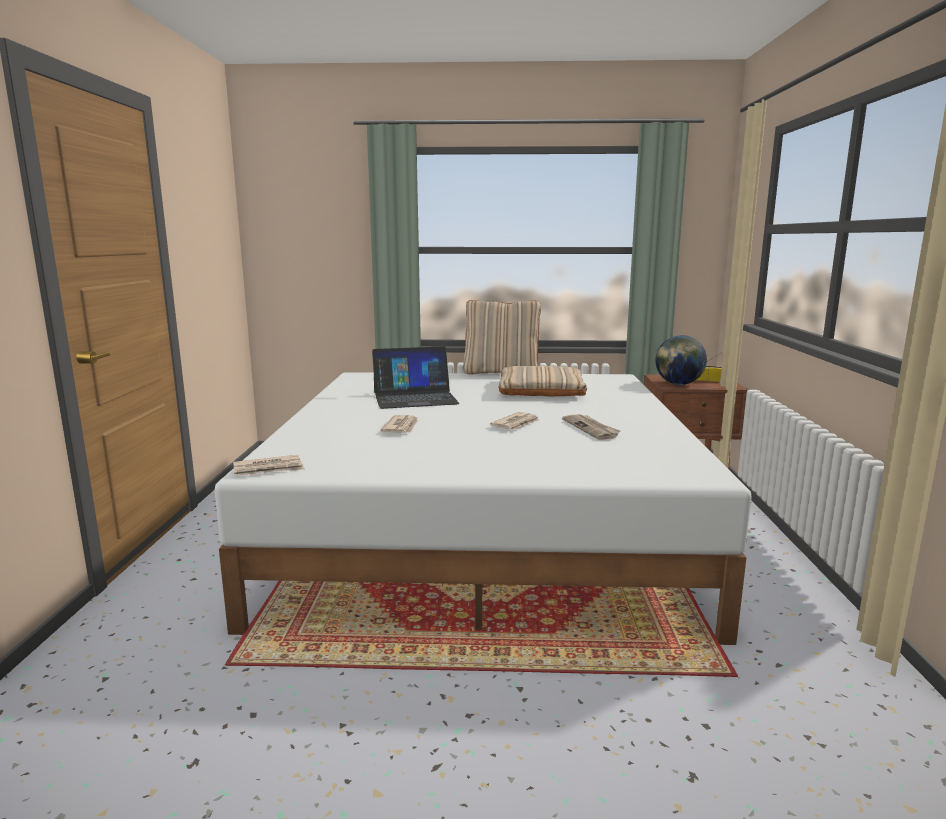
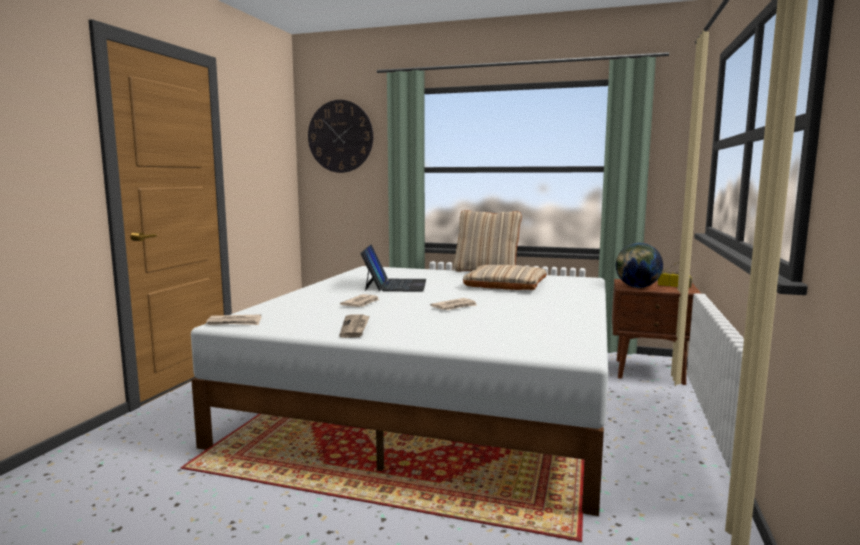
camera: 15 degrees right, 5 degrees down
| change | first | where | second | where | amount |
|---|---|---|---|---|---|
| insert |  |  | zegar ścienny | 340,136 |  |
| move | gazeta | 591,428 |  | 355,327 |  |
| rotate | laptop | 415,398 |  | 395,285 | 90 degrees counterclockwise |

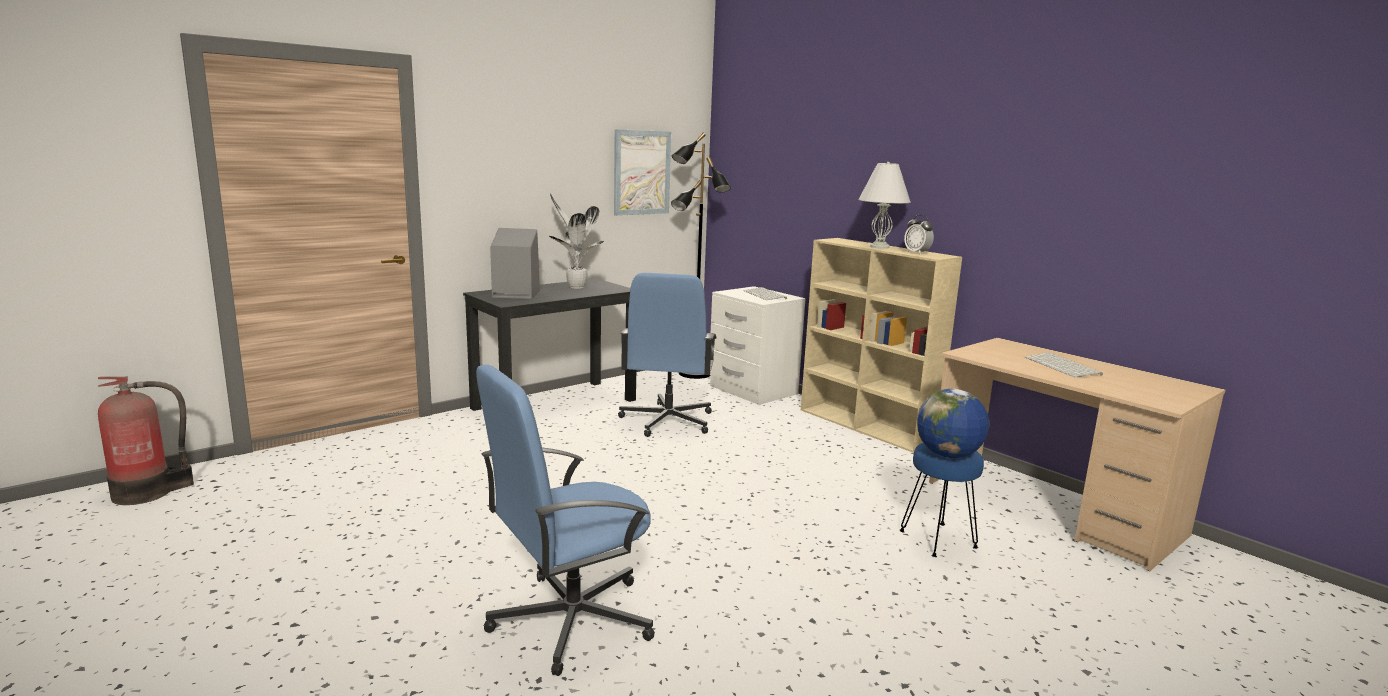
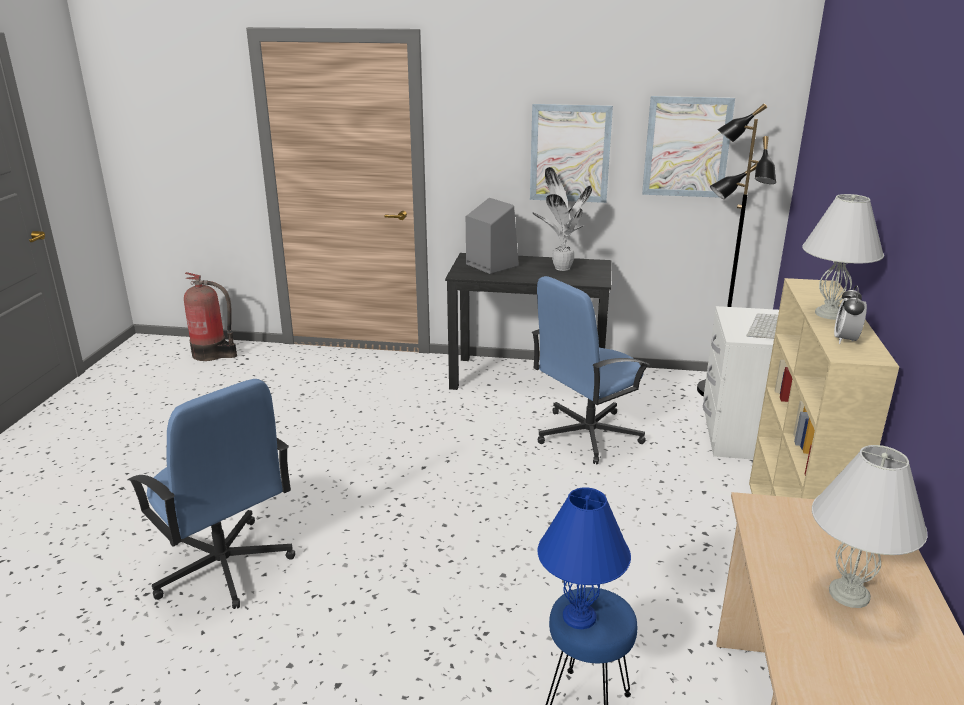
camera: 50 degrees right, 10 degrees up
| change | first | where | second | where | amount |
|---|---|---|---|---|---|
| insert |  |  | obraz | 570,153 |  |
| replace | globus | 948,455 | lampa stołowa [niebieski] | 578,617 |  |
| replace | klawiatura | 1064,366 | lampa stołowa [biały] | 849,595 |  |
| rotate | krzesło biurowe [niebieski] | 569,619 |  | 223,566 | 150 degrees counterclockwise |

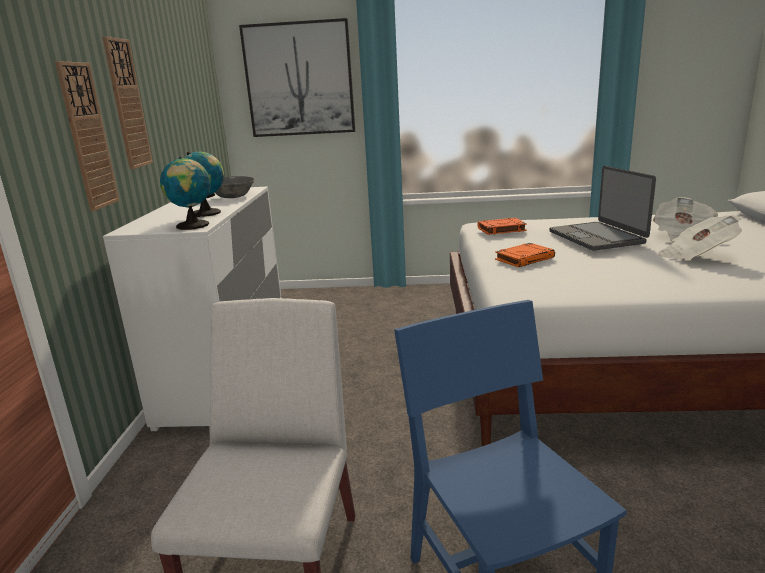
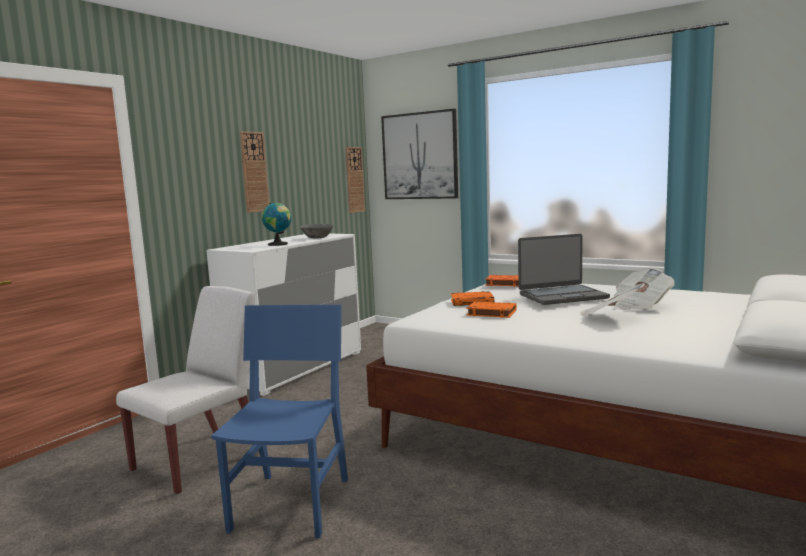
camera: 30 degrees right, 10 degrees down
| change | first | where | second | where | amount |
|---|---|---|---|---|---|
| delete | globus | 193,226 |  |  |  |
| insert |  |  | książka [pomarańczowy] | 491,313 |  |
| move | zegar ścienny | 87,137 |  | 354,179 |  |
| rotate | laptop | 597,237 |  | 562,296 | 120 degrees counterclockwise |

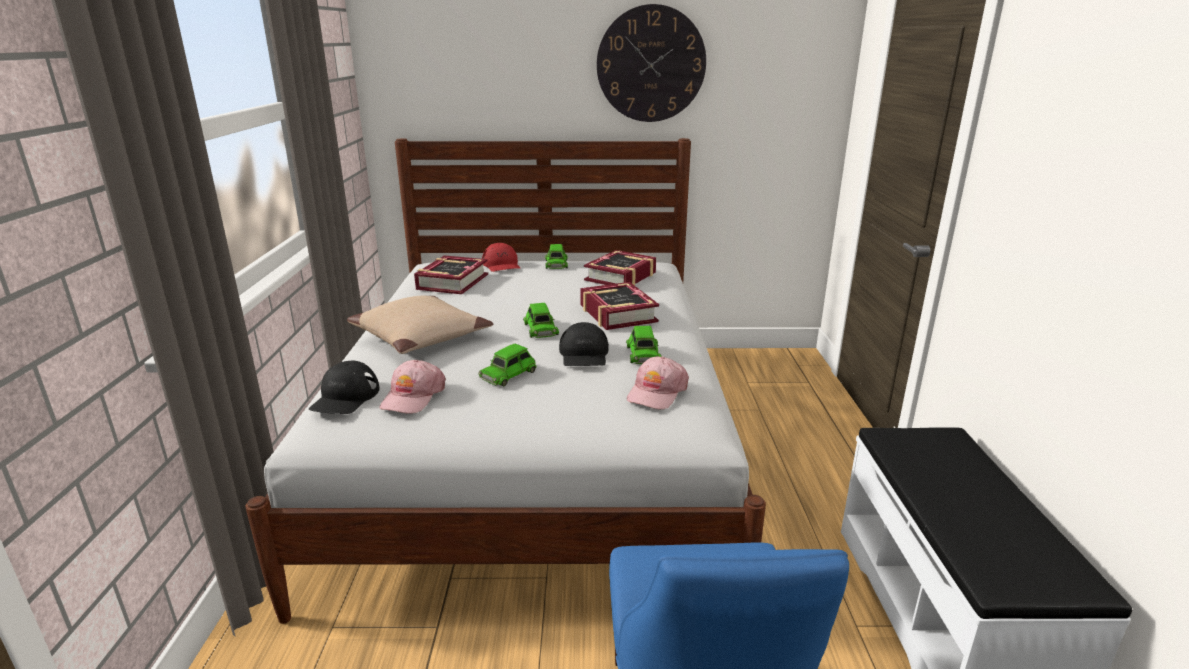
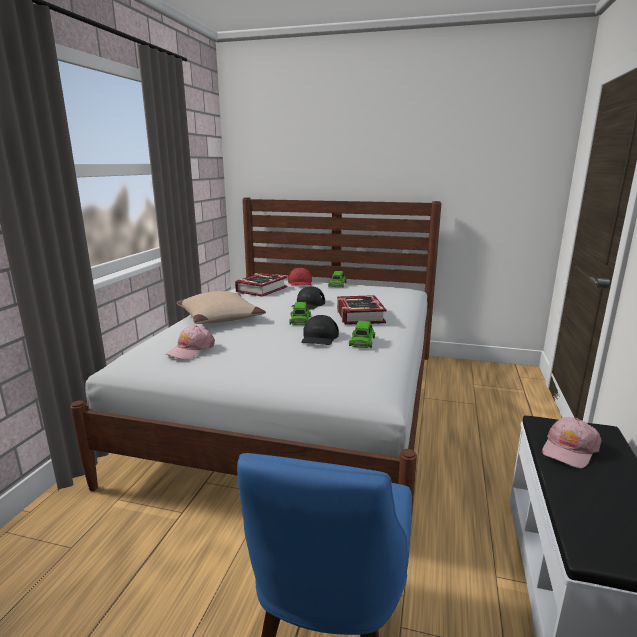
camera: 15 degrees right, 5 degrees down
| change | first | where | second | where | amount |
|---|---|---|---|---|---|
| delete | samochodzik [zielony] | 508,374 |  |  |  |
| delete | książka | 621,276 |  |  |  |
| delete | zegar ścienny | 651,64 |  |  |  |
| move | czapka z daszkiem [czarny] | 345,397 |  | 308,304 |  |
| move | czapka z daszkiem [różowy] | 656,392 |  | 569,449 |  |

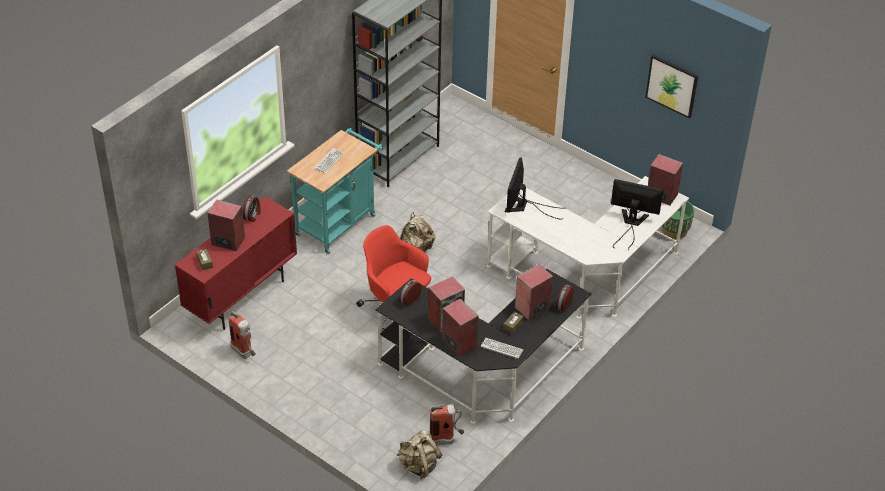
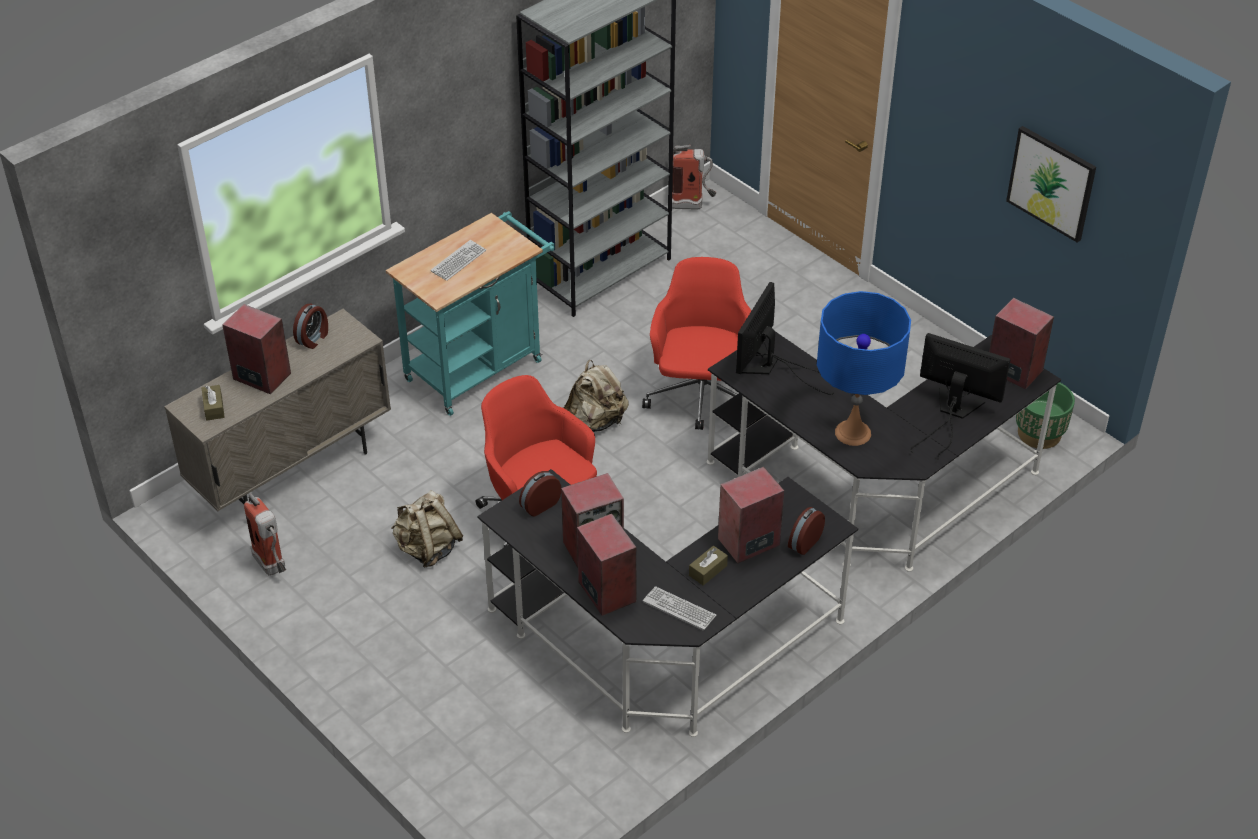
camera: 10 degrees right, 0 degrees up
| change | first | where | second | where | amount |
|---|---|---|---|---|---|
| insert |  |  | krzesło biurowe [czerwony] | 700,396 |  |
| insert |  |  | lampa stołowa [niebieski] | 853,433 |  |
| move | plecak [beżowy] | 418,465 |  | 427,549 |  |
| move | gaśnica | 446,440 |  | 692,205 |  |
| recolor | szafka [czerwony] | 242,297 | szafka [beżowy] | 293,472 |  |
| recolor | biurko [biały] | 586,275 | biurko [czarny] | 873,494 |  |

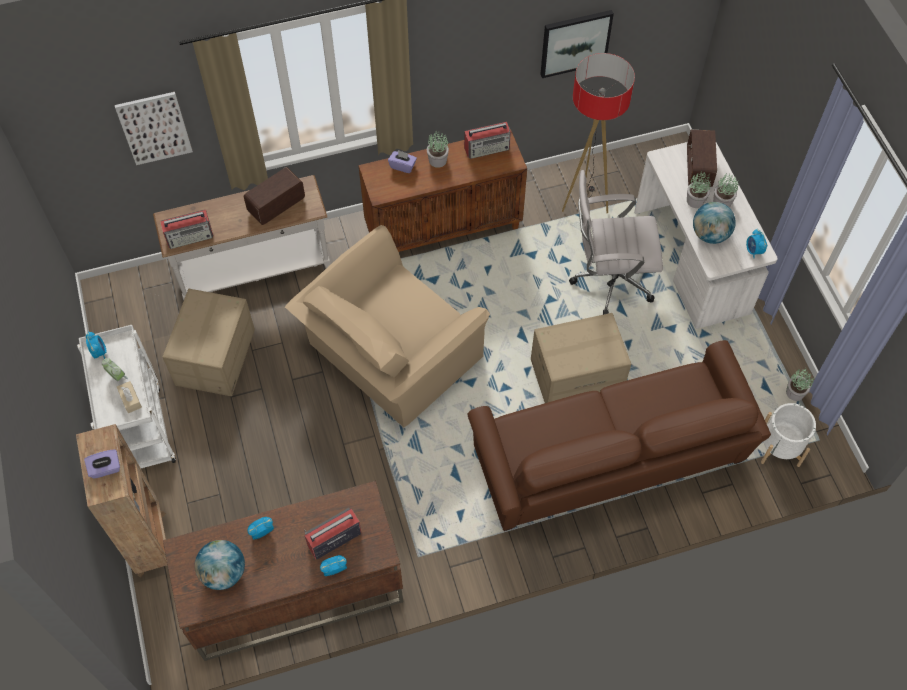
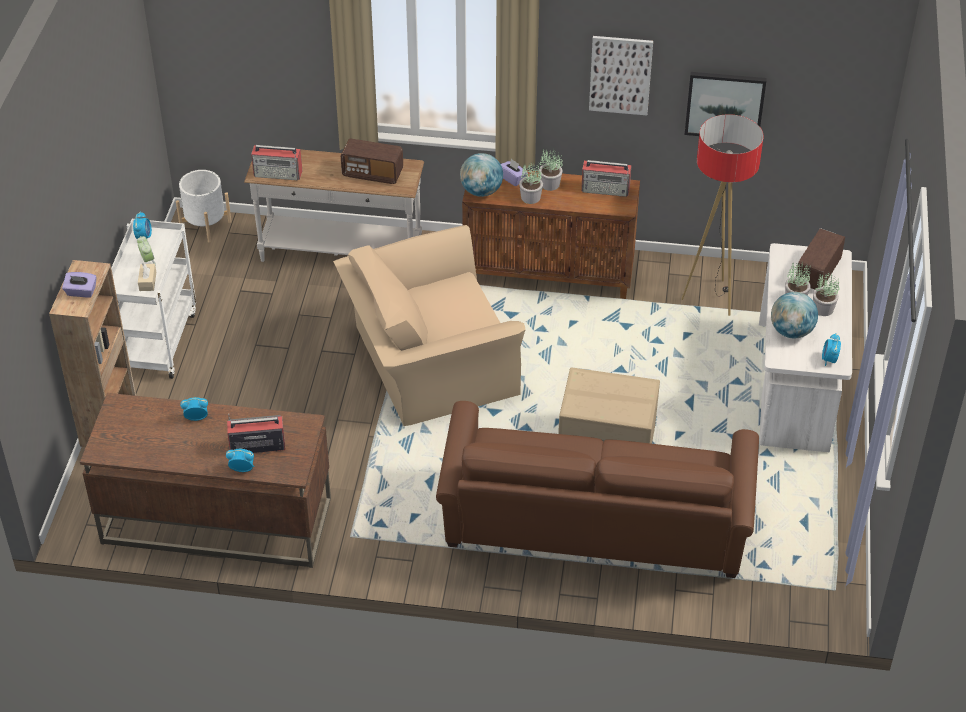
camera: 25 degrees right, 15 degrees down
| change | first | where | second | where | amount |
|---|---|---|---|---|---|
| delete | karton | 216,357 |  |  |  |
| delete | krzesło biurowe [biały] | 608,281 |  |  |  |
| move | obraz | 154,128 |  | 620,75 |  |
| move | globus | 223,573 |  | 481,191 |  |
| move | donica [biały] | 779,447 |  | 205,225 |  |
| move | roślina doniczkowa | 795,393 |  | 531,197 |  |
| rotate | radio | 276,205 |  | 372,173 | 150 degrees counterclockwise |

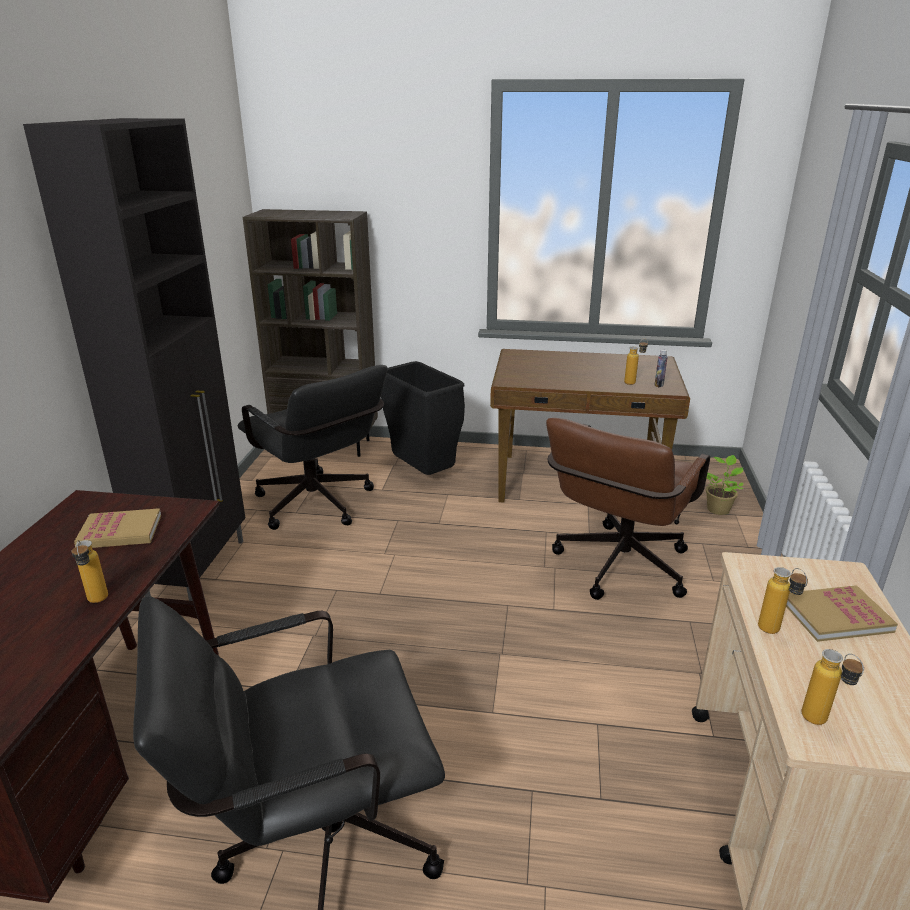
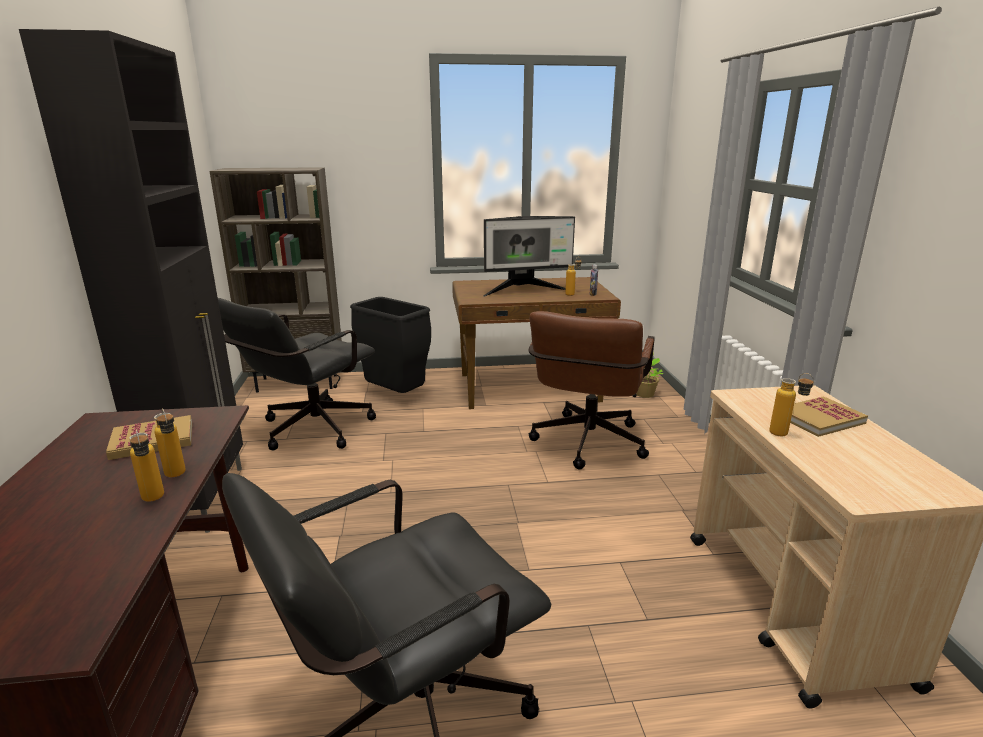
camera: 15 degrees left, 5 degrees down
| change | first | where | second | where | amount |
|---|---|---|---|---|---|
| insert |  |  | monitor | 524,290 |  |
| move | butelka | 821,724 |  | 177,476 |  |
| rotate | krzesło biurowe [czarny] | 320,507 |  | 308,431 | 90 degrees clockwise |

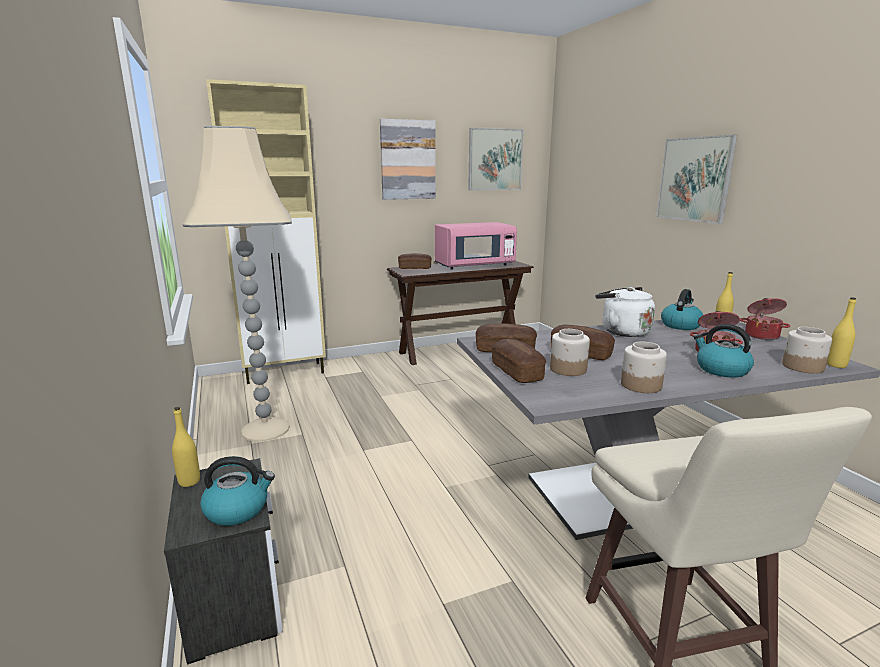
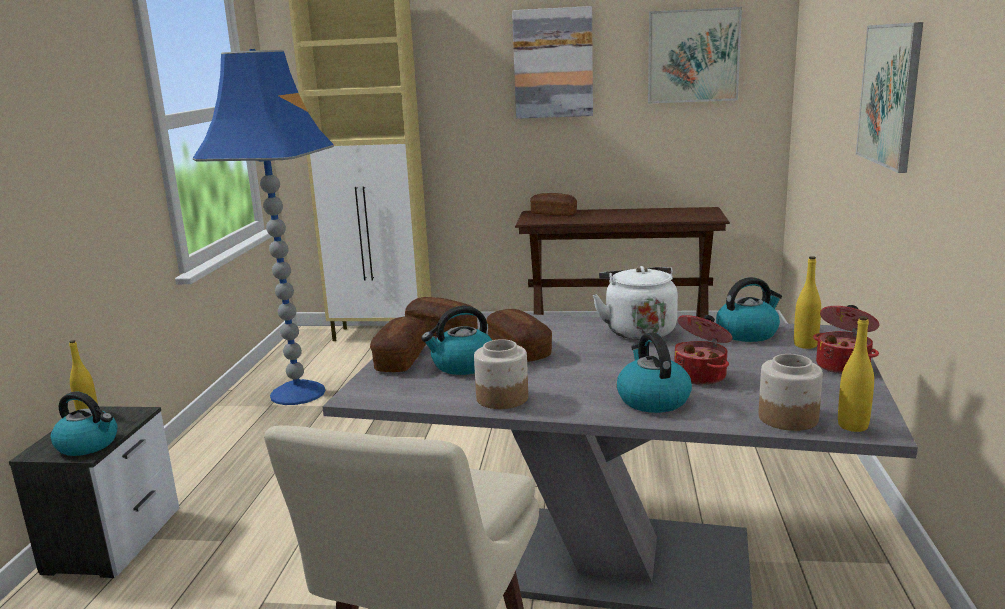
camera: 30 degrees right, 0 degrees up
| change | first | where | second | where | amount |
|---|---|---|---|---|---|
| delete | mikrofalówka [różowy] | 474,266 |  |  |  |
| replace | słoik | 568,369 | czajnik | 462,365 |  |
| recolor | lampa stojąca [beżowy] | 266,429 | lampa stojąca [niebieski] | 299,393 |  |

